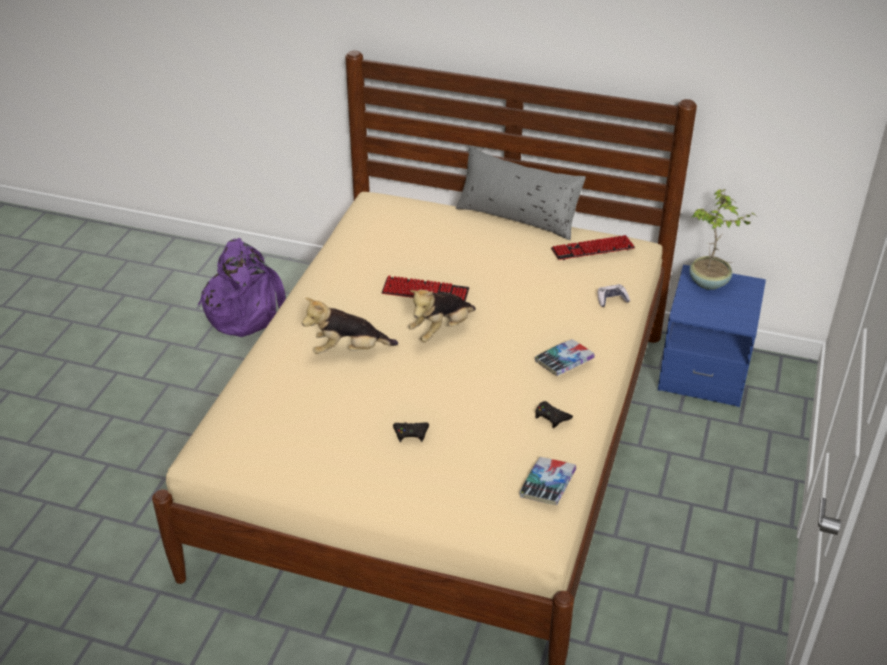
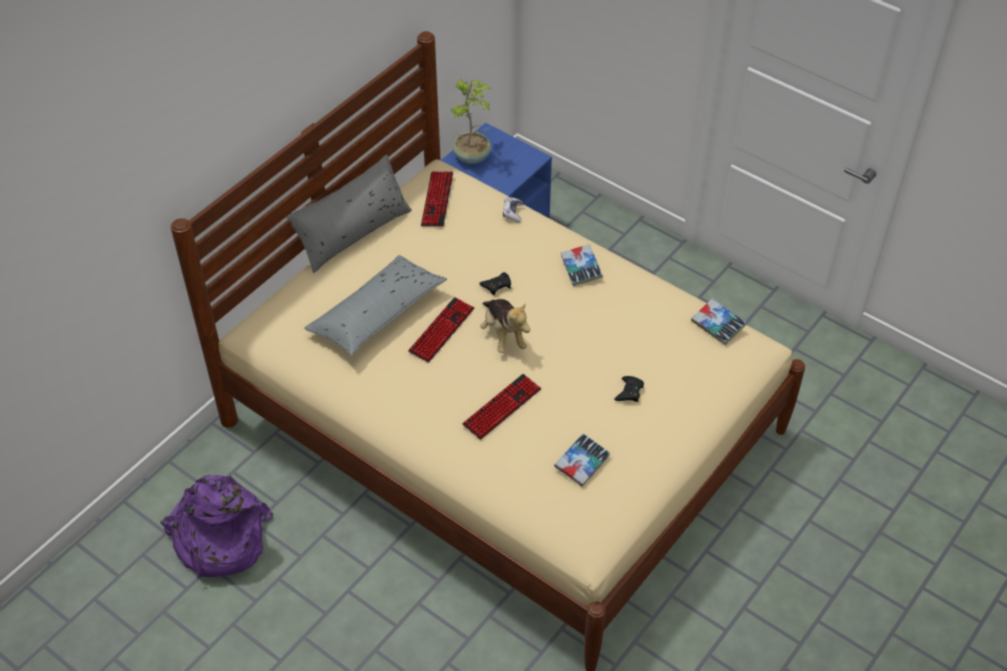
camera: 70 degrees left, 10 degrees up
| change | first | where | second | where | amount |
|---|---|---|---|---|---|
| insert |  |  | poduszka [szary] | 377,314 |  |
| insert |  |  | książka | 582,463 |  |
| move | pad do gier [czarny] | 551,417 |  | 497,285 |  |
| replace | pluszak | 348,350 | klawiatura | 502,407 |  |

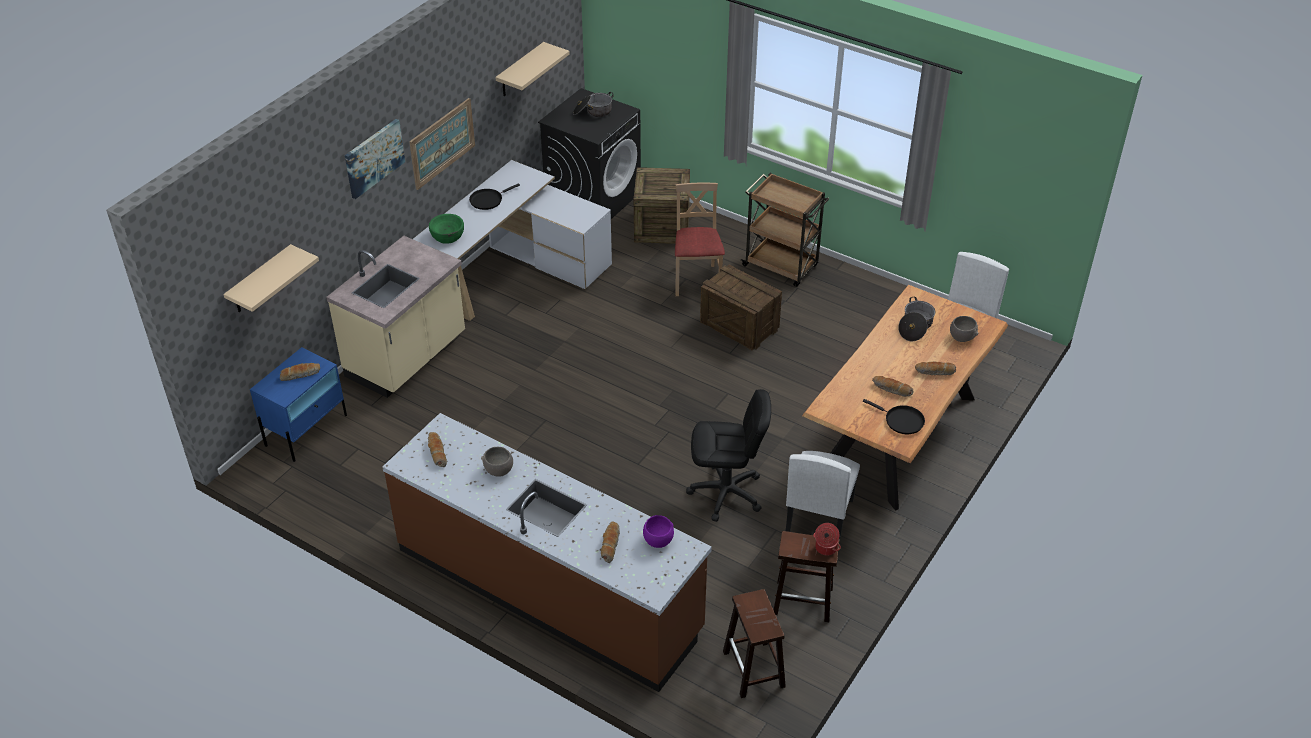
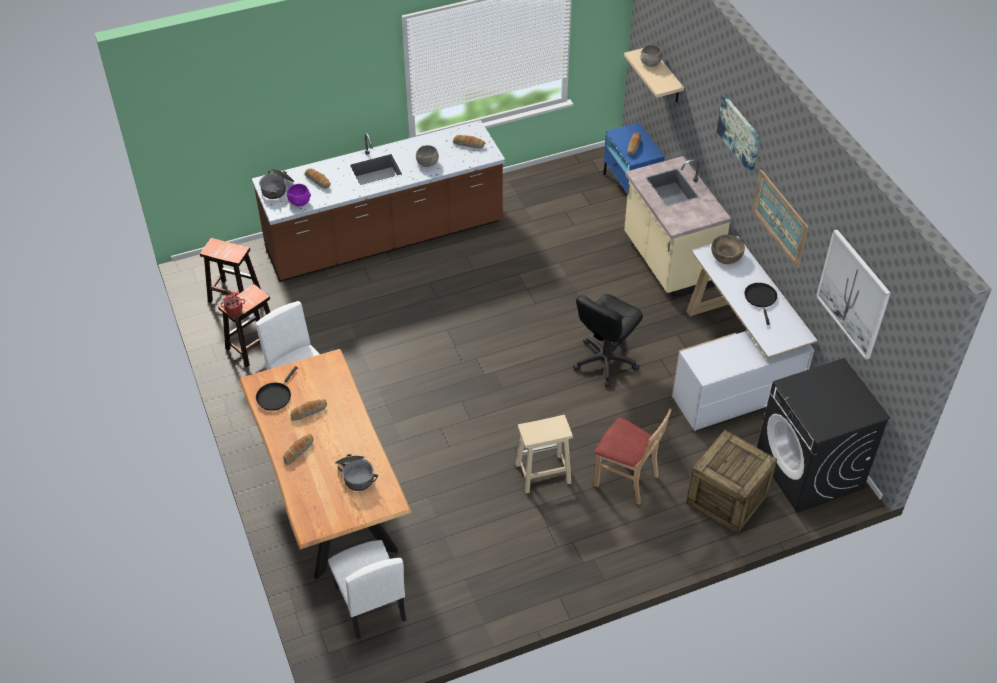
camera: 125 degrees right, 5 degrees up
| change | first | where | second | where | amount |
|---|---|---|---|---|---|
| delete | wózek [brązowy] | 781,266 |  |  |  |
| move | garnek | 593,112 |  | 277,188 |  |
| move | krzesło biurowe [czarny] | 726,493 |  | 605,361 |  |
| move | miska [szary] | 962,337 |  | 650,63 |  |
| replace | półka [beżowy] | 520,70 | obraz | 853,294 |  |
| replace | skrzynka | 740,325 | stołek [beżowy] | 542,474 |  |
| recolor | miska [zielony] | 447,235 | miska [brązowy] | 726,256 |  |
| rotate | patelnia [czarny] | 901,421 |  | 275,396 | 45 degrees counterclockwise |

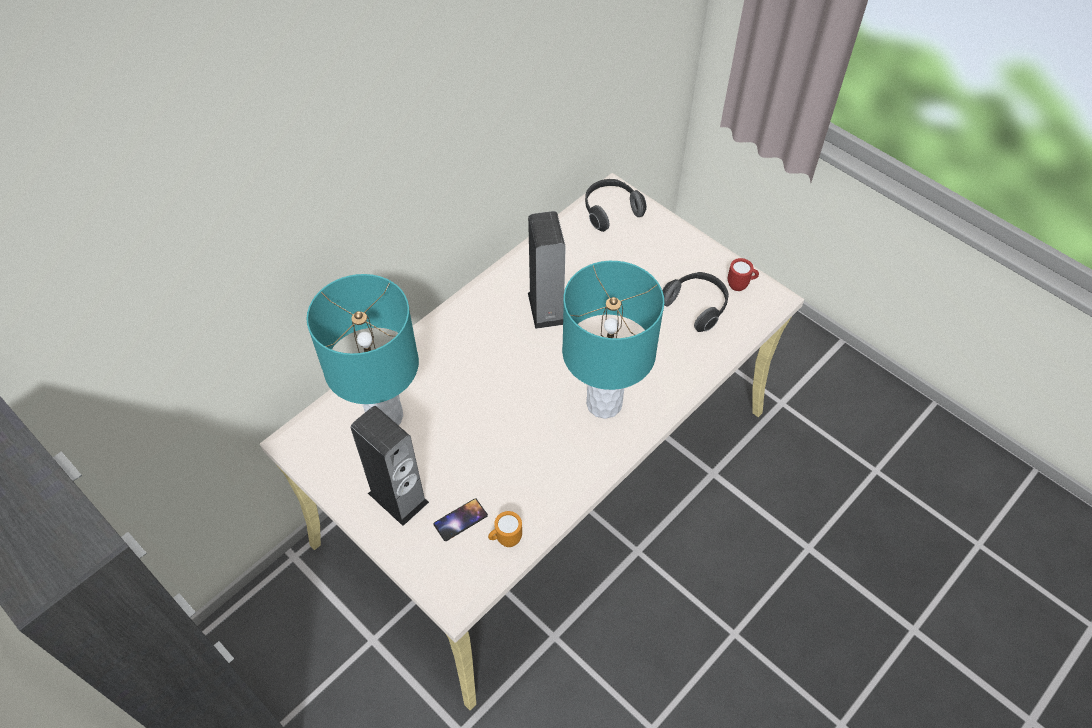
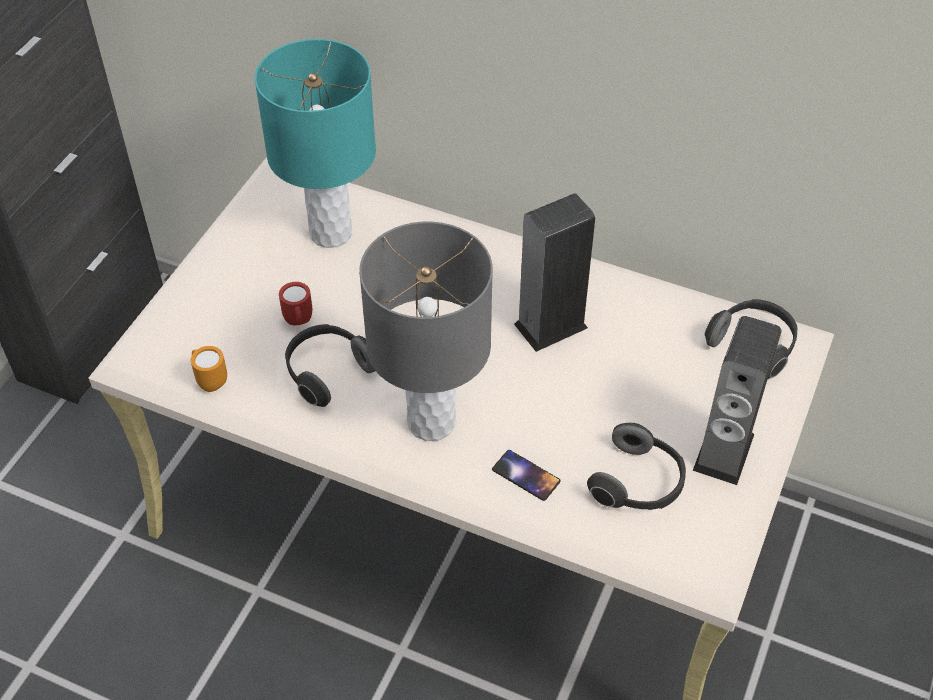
camera: 70 degrees right, 5 degrees down
| change | first | where | second | where | amount |
|---|---|---|---|---|---|
| insert |  |  | słuchawki | 327,372 |  |
| move | głośnik | 398,497 |  | 723,452 |  |
| move | telefon | 460,520 |  | 526,475 |  |
| move | kubek [czerwony] | 740,285 |  | 299,322 |  |
| recolor | lampa stołowa [turkusowy] | 604,403 | lampa stołowa [szary] | 432,422 |  |

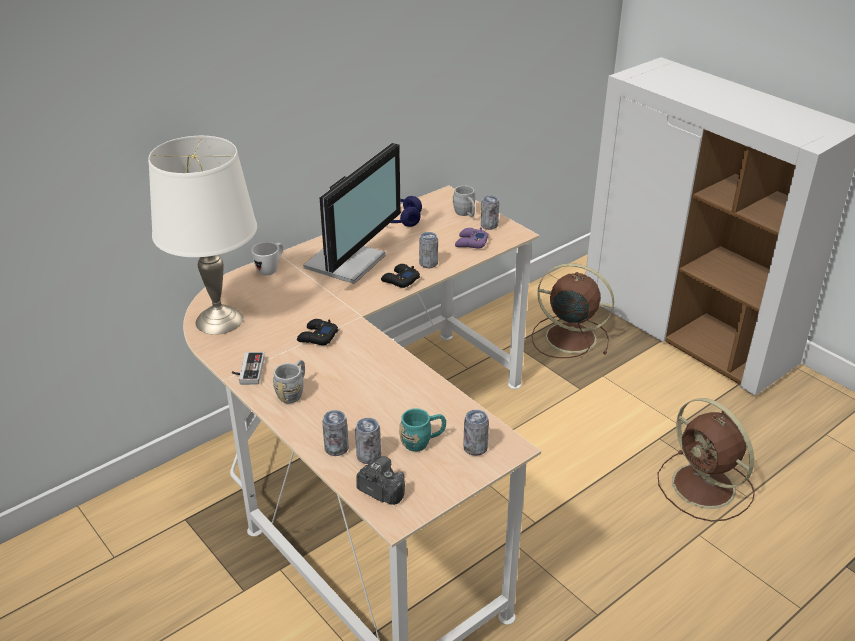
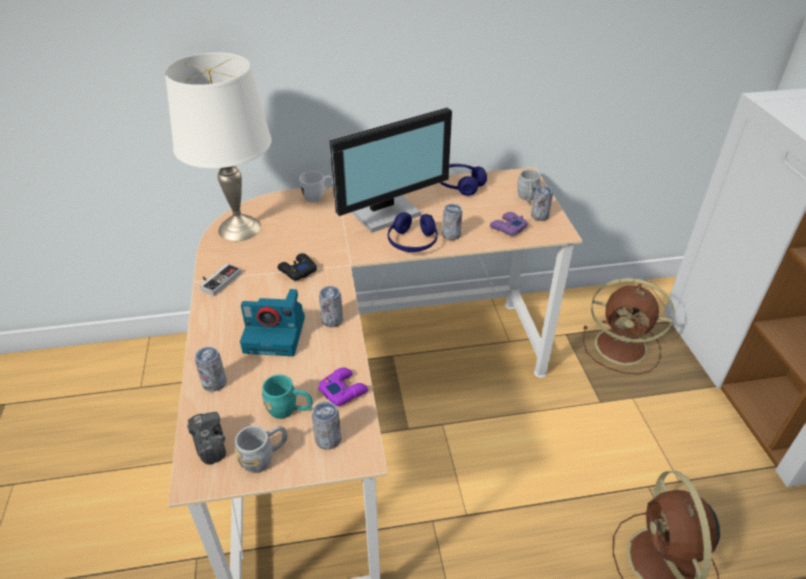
camera: 30 degrees right, 5 degrees up
| change | first | where | second | where | amount |
|---|---|---|---|---|---|
| insert |  |  | aparat fotograficzny | 276,334 |  |
| insert |  |  | pad do gier [fioletowy] | 343,390 |  |
| move | kubek [szary] | 293,392 |  | 264,457 |  |
| move | puszka | 369,456 |  | 332,320 |  |
| replace | pad do gier [czarny] | 400,280 | słuchawki [niebieski] | 412,242 |  |
| rotate | wentylator [brązowy] | 568,337 |  | 623,347 | 150 degrees clockwise |

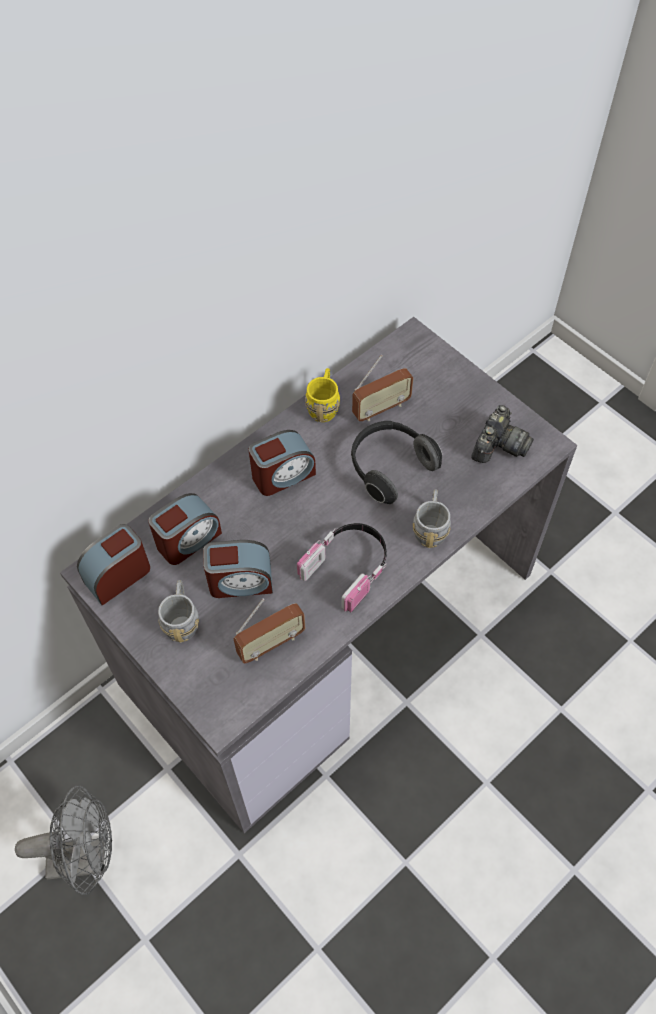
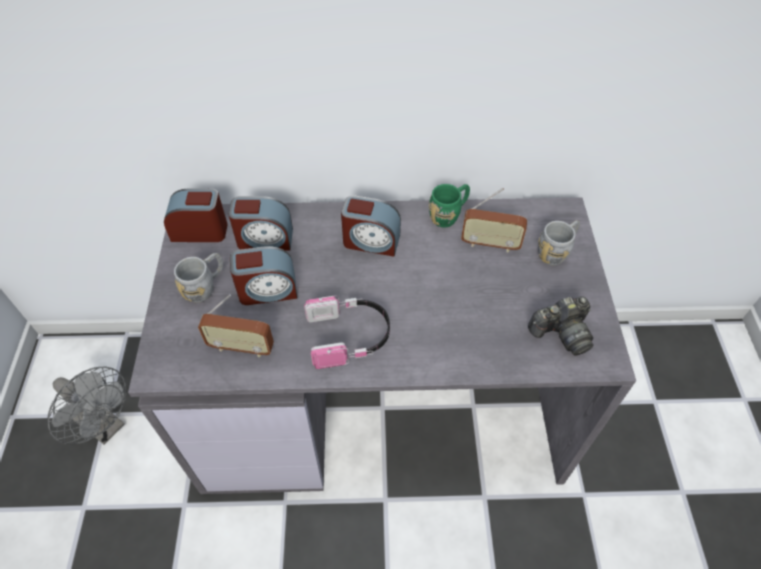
camera: 40 degrees right, 5 degrees down
| change | first | where | second | where | amount |
|---|---|---|---|---|---|
| delete | słuchawki | 389,467 |  |  |  |
| move | kubek [szary] | 430,528 |  | 556,252 |  |
| recolor | kubek [żółty] | 324,405 | kubek [zielony] | 449,215 |  |
| rotate | budzik | 240,581 |  | 267,290 | 45 degrees counterclockwise |

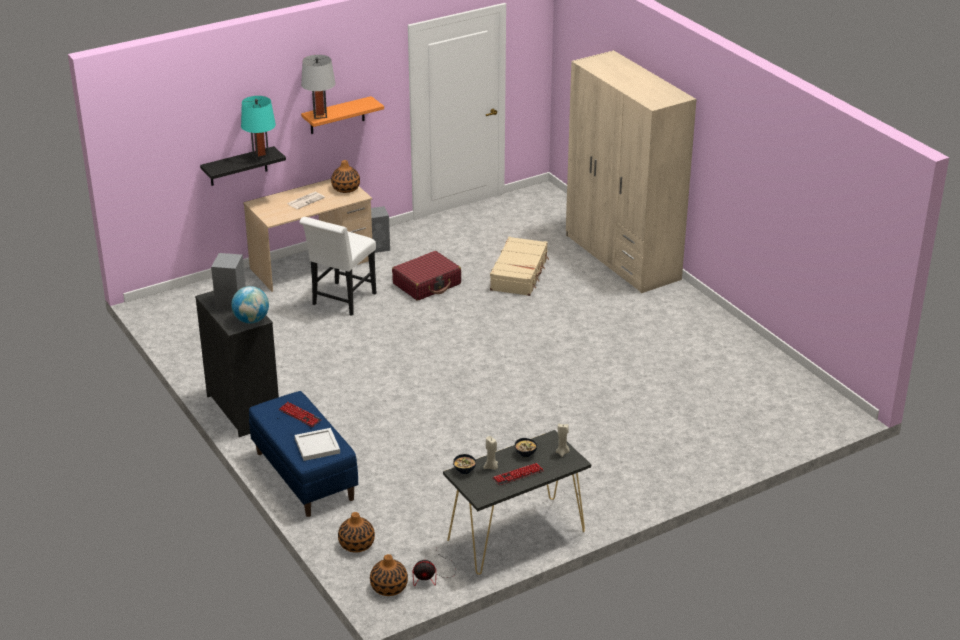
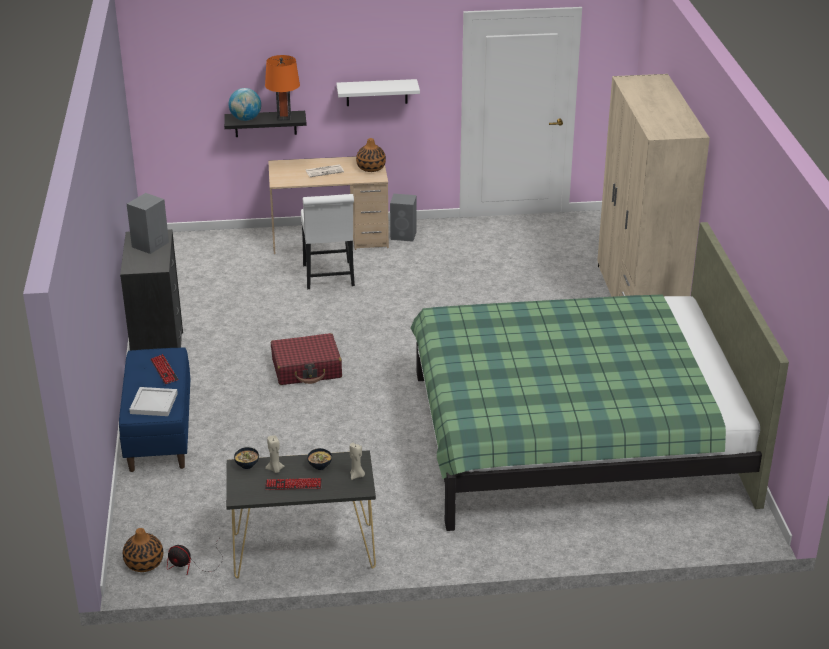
camera: 25 degrees right, 0 degrees up
| change | first | where | second | where | amount |
|---|---|---|---|---|---|
| delete | lampa stołowa [szary] | 320,115 |  |  |  |
| delete | wazon | 356,544 |  |  |  |
| delete | walizka [beżowy] | 519,274 |  |  |  |
| insert |  |  | łóżko [zielony] | 576,436 |  |
| move | globus | 251,320 |  | 245,119 |  |
| move | walizka [czerwony] | 427,284 |  | 307,368 |  |
| recolor | lampa stołowa [turkusowy] | 260,156 | lampa stołowa [pomarańczowy] | 284,117 |  |
| recolor | półka [pomarańczowy] | 337,115 | półka [biały] | 377,92 |  |
| rotate | krzesło [biały] | 341,301 |  | 329,278 | 60 degrees counterclockwise |

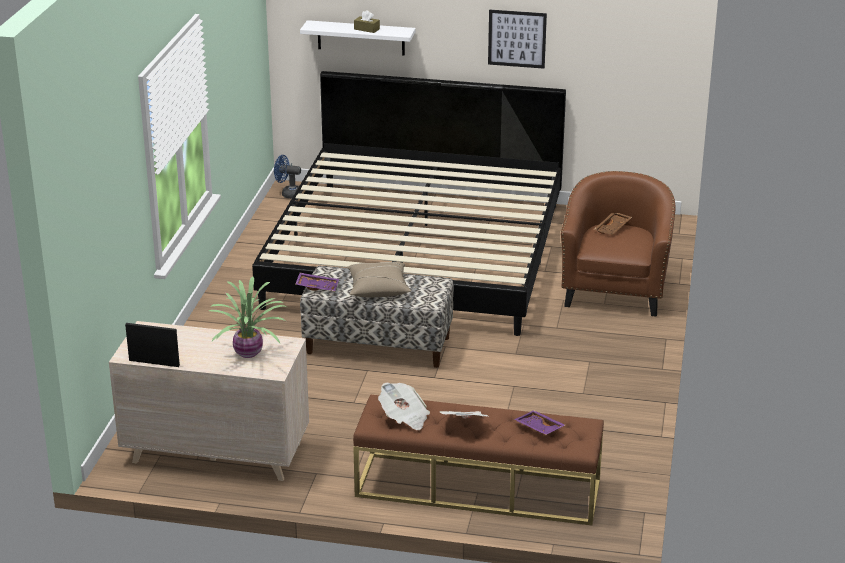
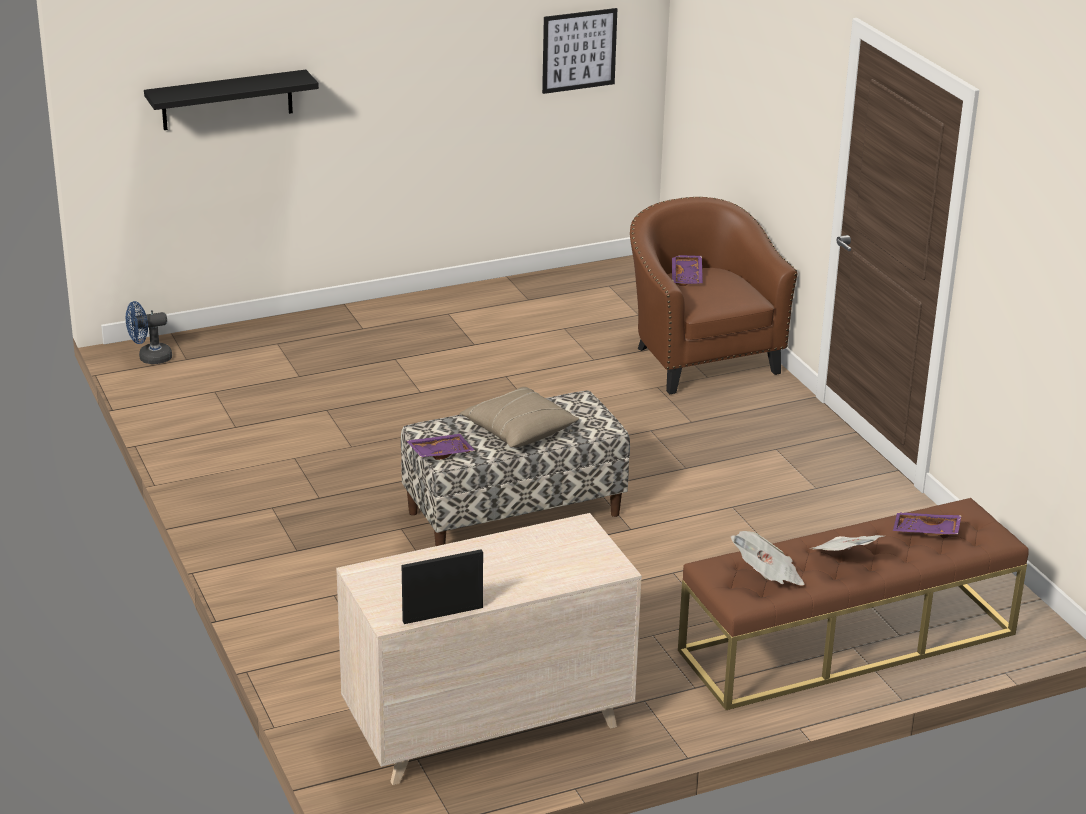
camera: 35 degrees left, 0 degrees up
| change | first | where | second | where | amount |
|---|---|---|---|---|---|
| delete | roślina doniczkowa | 248,354 |  |  |  |
| delete | łóżko | 416,254 |  |  |  |
| delete | pudełko chusteczek [brązowy] | 366,29 |  |  |  |
| move | obraz | 517,38 |  | 579,50 |  |
| recolor | półka [biały] | 361,38 | półka [czarny] | 227,100 |  |
| recolor | taca [brązowy] | 613,228 | taca [fioletowy] | 687,276 |  |

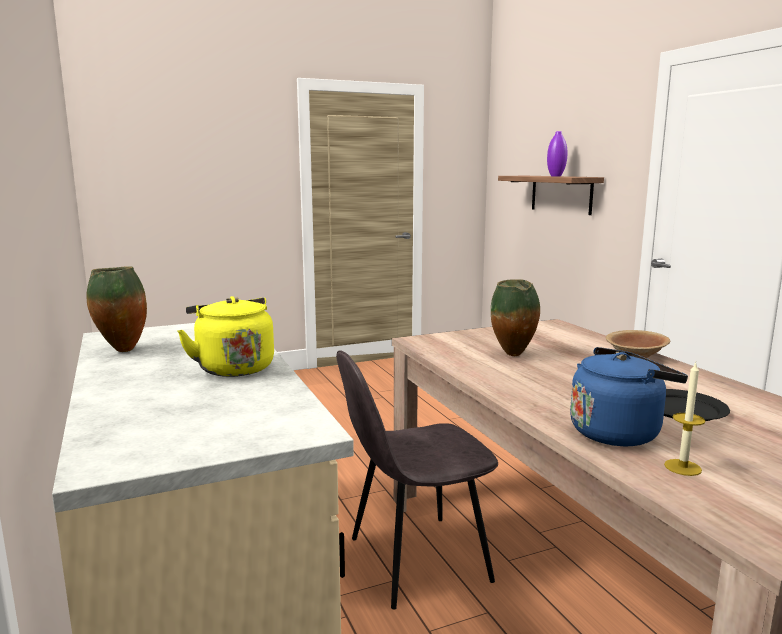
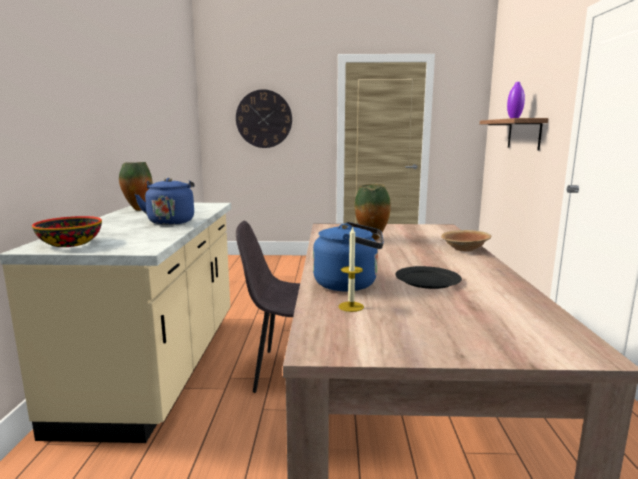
camera: 25 degrees right, 0 degrees up
| change | first | where | second | where | amount |
|---|---|---|---|---|---|
| insert |  |  | miska | 70,243 |  |
| insert |  |  | zegar ścienny | 264,119 |  |
| recolor | czajnik [żółty] | 233,367 | czajnik [niebieski] | 171,221 |  |

